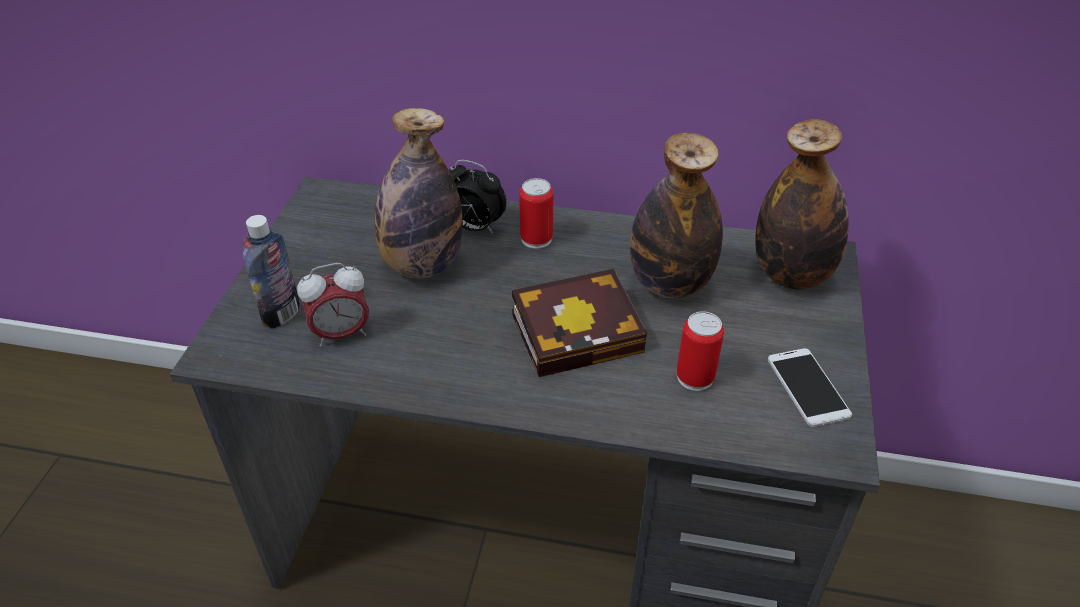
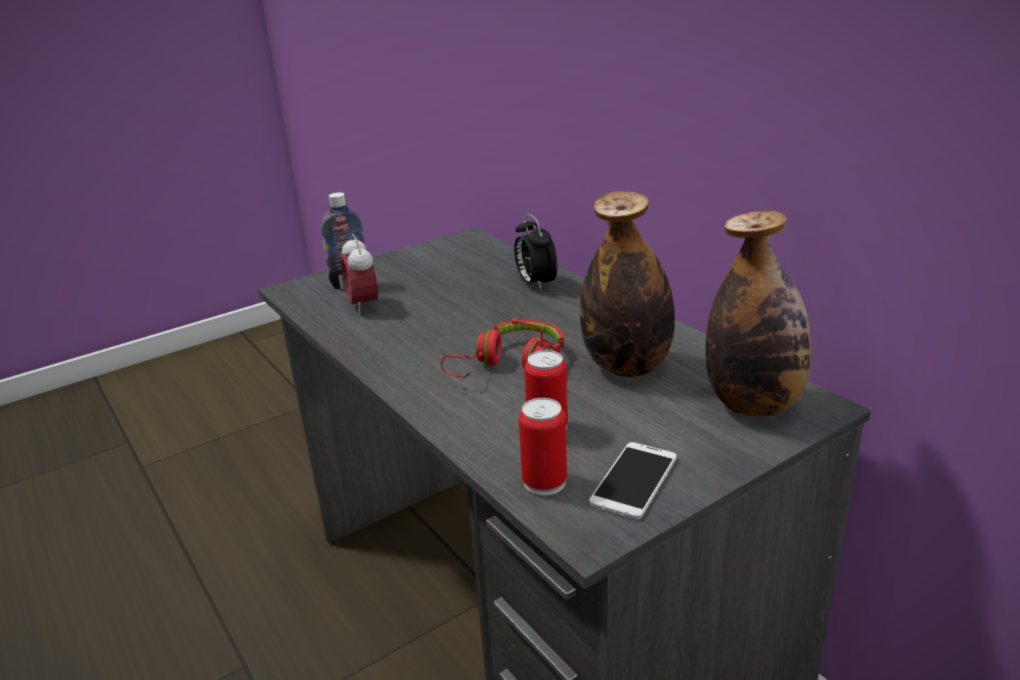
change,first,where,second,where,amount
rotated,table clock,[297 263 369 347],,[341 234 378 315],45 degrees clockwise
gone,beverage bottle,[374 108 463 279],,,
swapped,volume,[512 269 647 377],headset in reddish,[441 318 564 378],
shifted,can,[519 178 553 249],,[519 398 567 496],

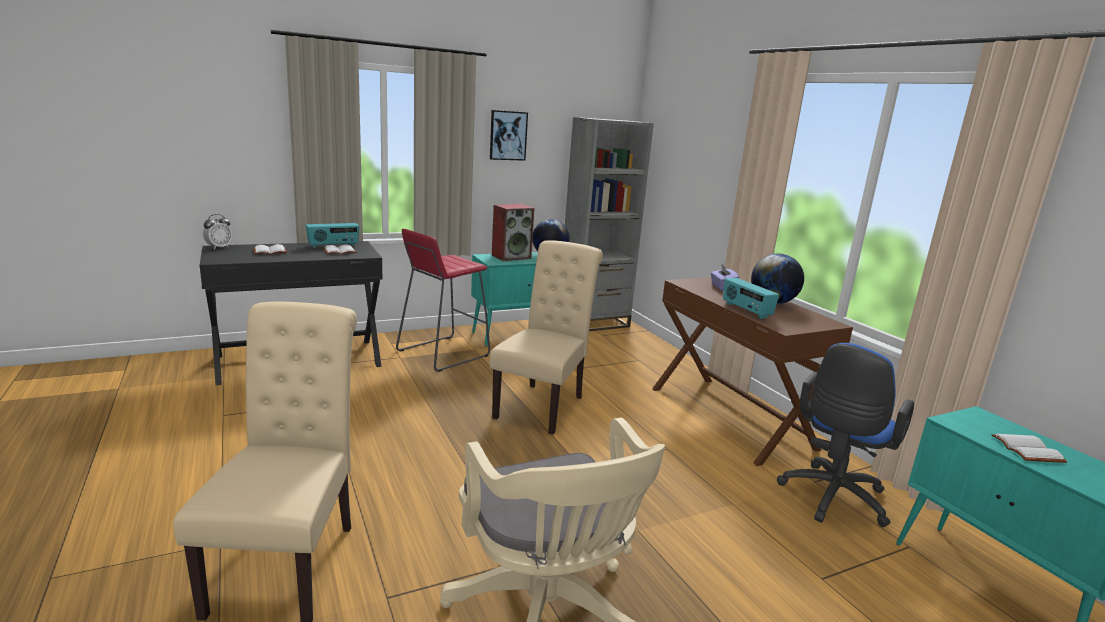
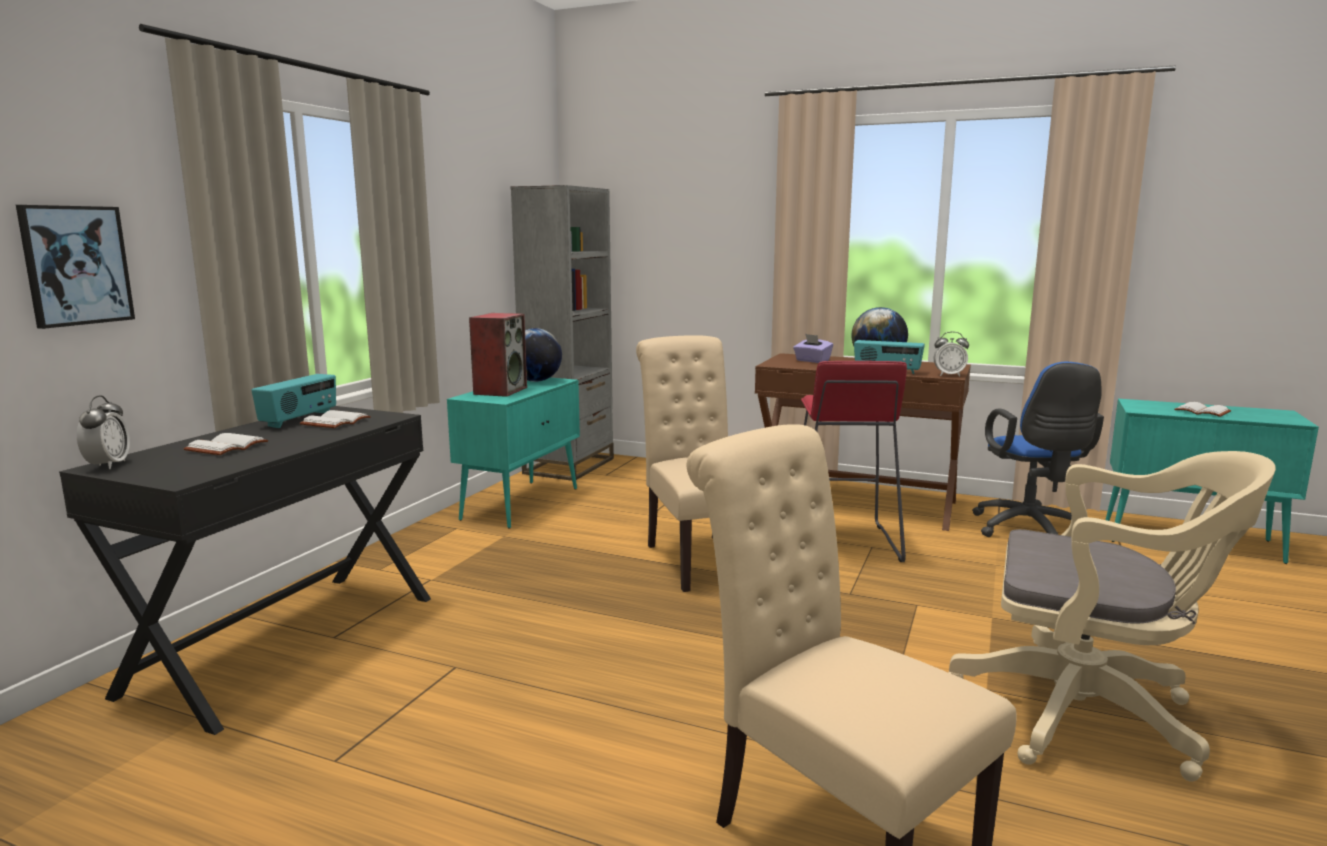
change,first,where,second,where,amount
shifted,sitting stool in reddish,[396 229 490 372],,[801 361 907 562],
shifted,wall picture,[490 110 528 161],,[16 205 135 329],
new,,,table clock,[934 332 969 377],

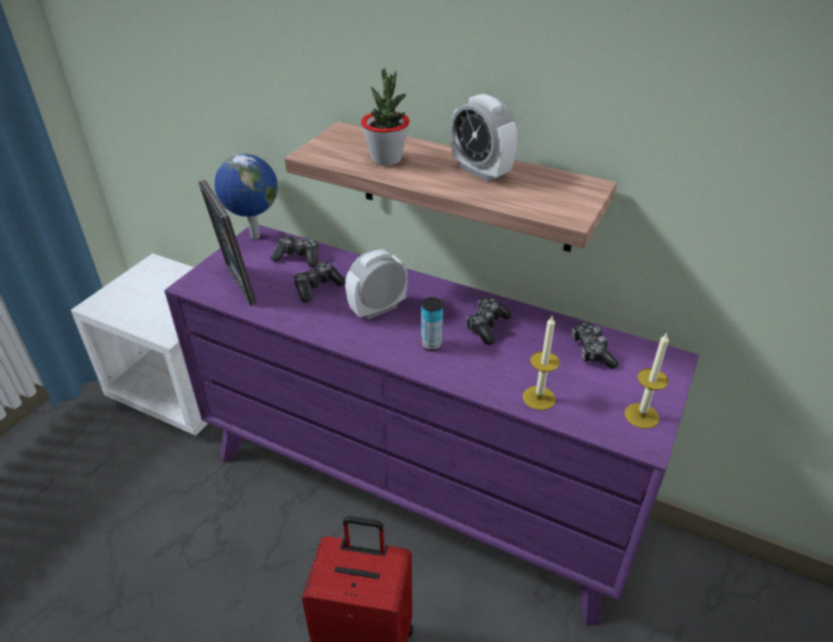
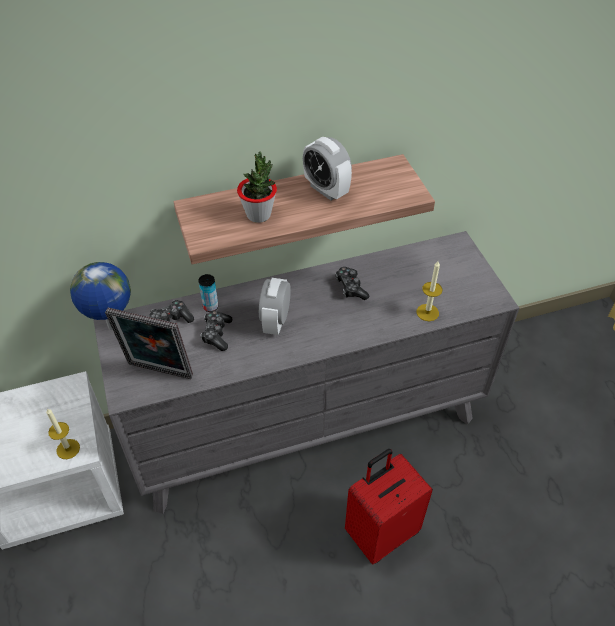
change,first,where,second,where,amount
repainted,drawer chest in purplish,[164 225 699 626],drawer chest in grey,[93 231 519 514],
shifted,can,[421 297 443 351],,[198 274 218 312],
rotated,table clock,[451 94 517 182],,[303 137 352 201],45 degrees clockwise
gone,gamepad,[572 322 619 369],,,
shifted,wax candle,[624 333 669 429],,[46 408 80 459],

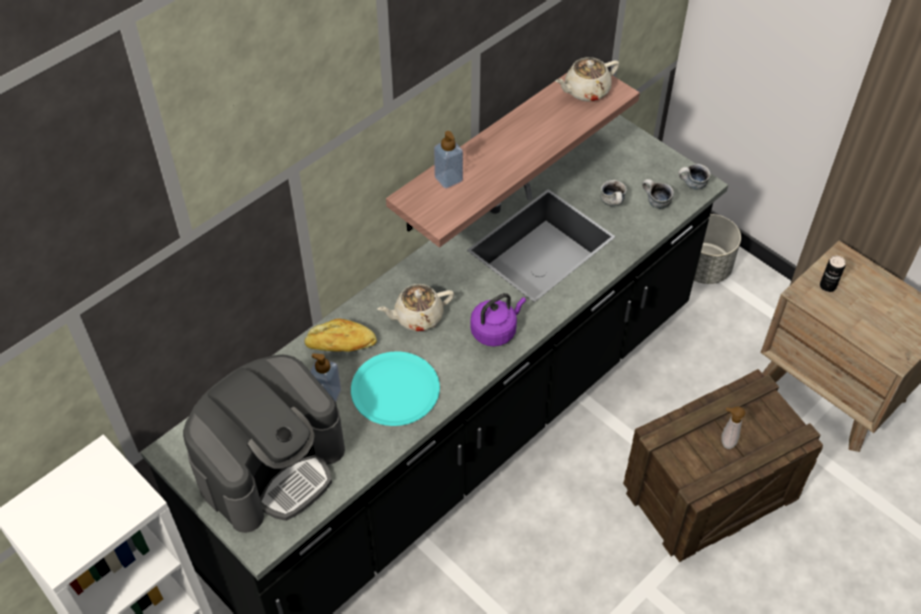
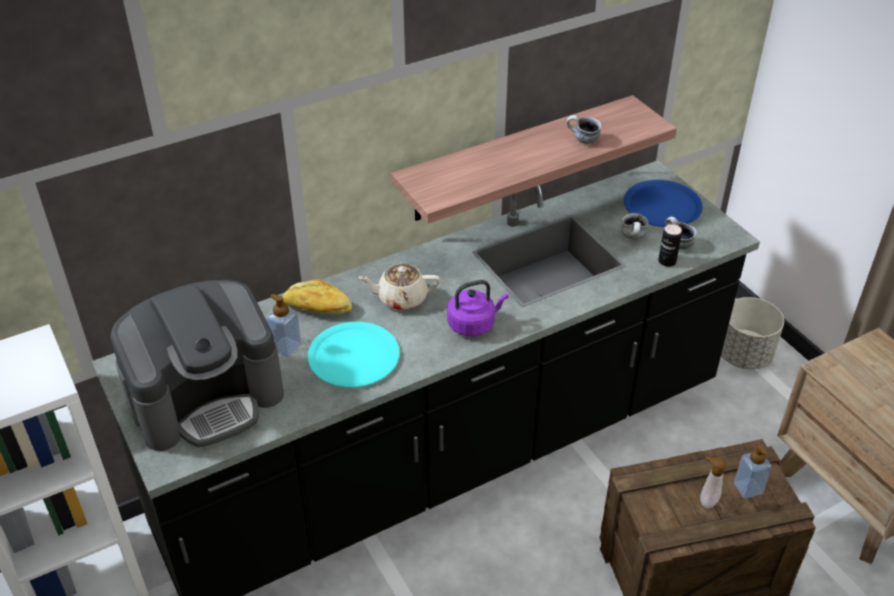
change,first,where,second,where,amount
shifted,soap dispenser,[434 131 463 189],,[734 444 772 498],
gone,teapot in beige-coloured,[555 57 619 102],,,
shifted,coffee mug,[678 164 711 190],,[566 115 602 144],
shifted,can,[820 256 846 292],,[658 224 682 267],
new,,,plate in blue-coloured,[624 180 703 227],

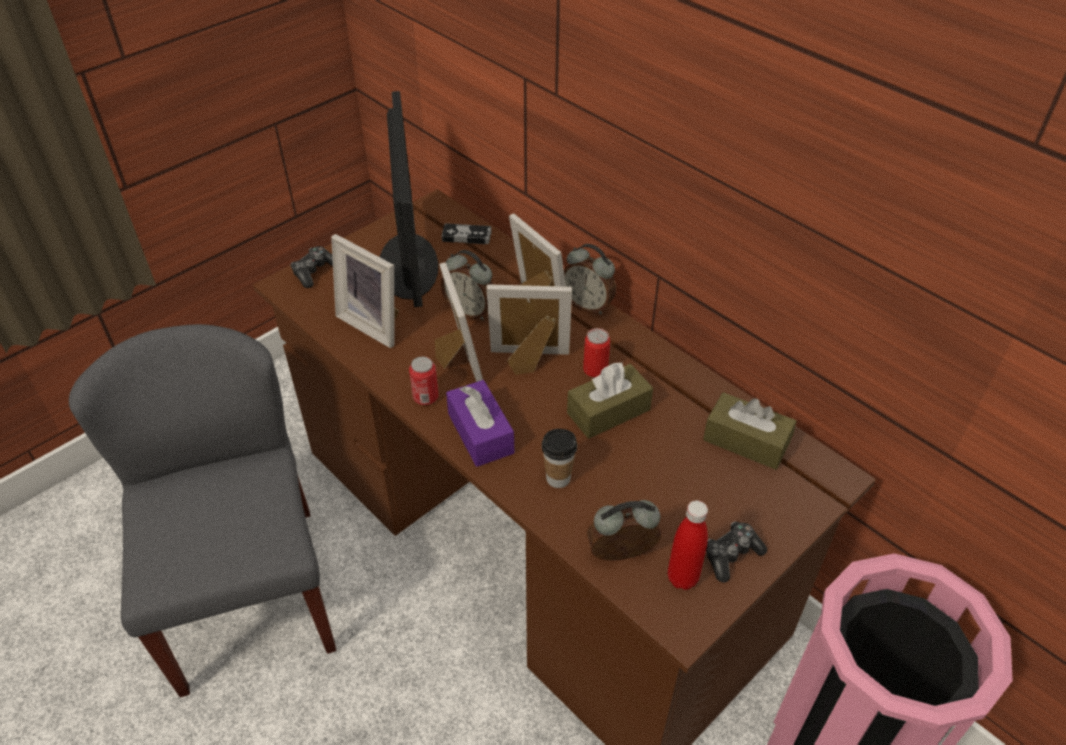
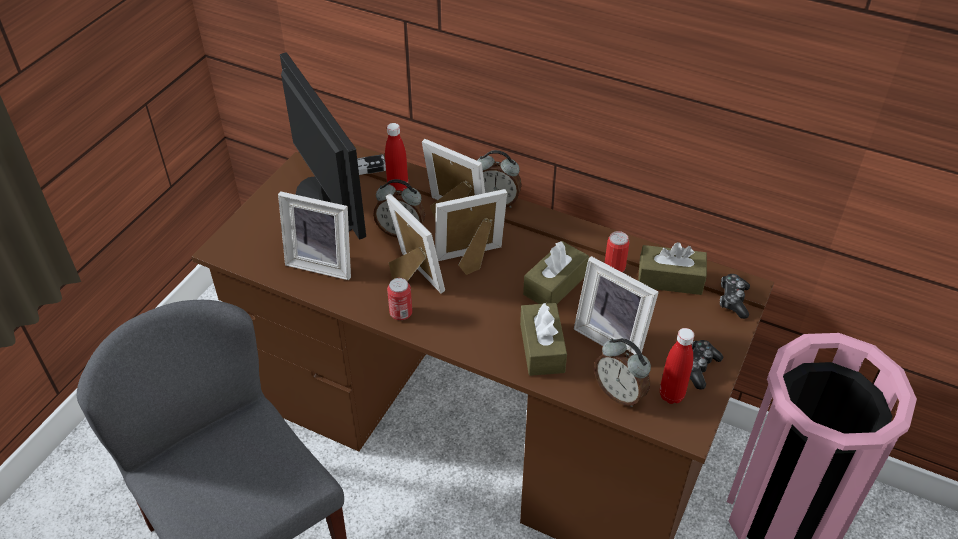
change,first,where,second,where,amount
shifted,gamepad,[290 246 333 288],,[720 274 750 319],
gone,tissue holder in purplish,[446 380 514 467],,,
swapped,drinking cup,[542 429 577 488],tissue holder in brown-coloured,[520 303 567 376],
shifted,can,[583 328 610 378],,[605 231 630 272],
rotated,table clock,[587 500 661 561],,[594 338 651 407],105 degrees counterclockwise
new,,,beverage bottle in reddish,[385 123 408 191],
new,,,standing frame,[574 256 659 354],

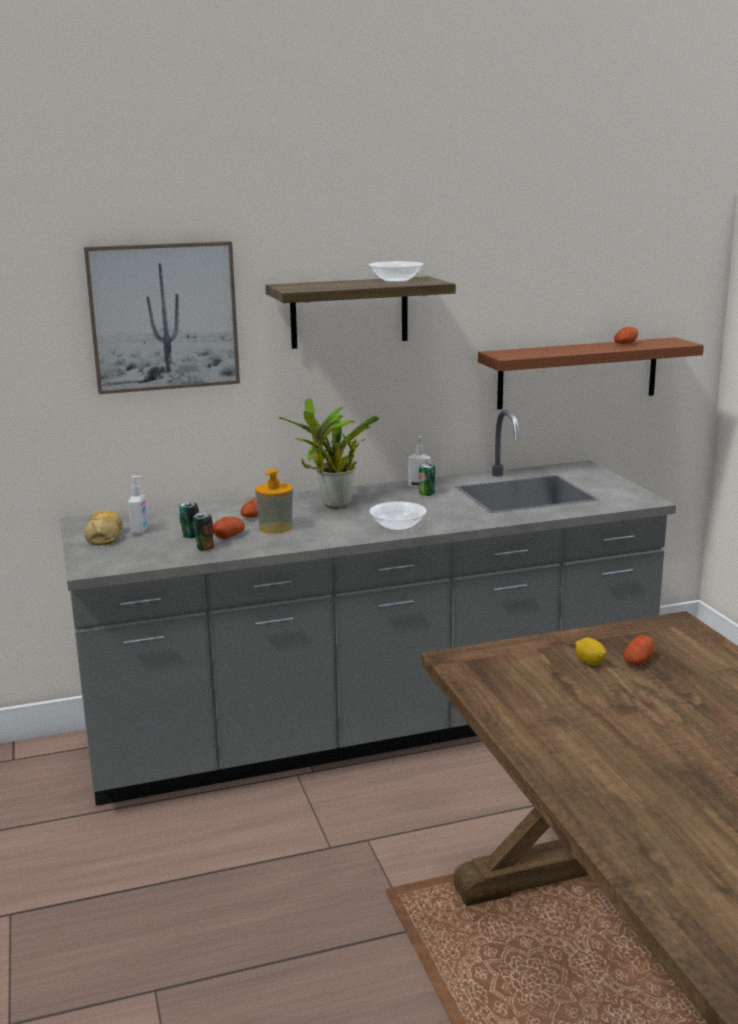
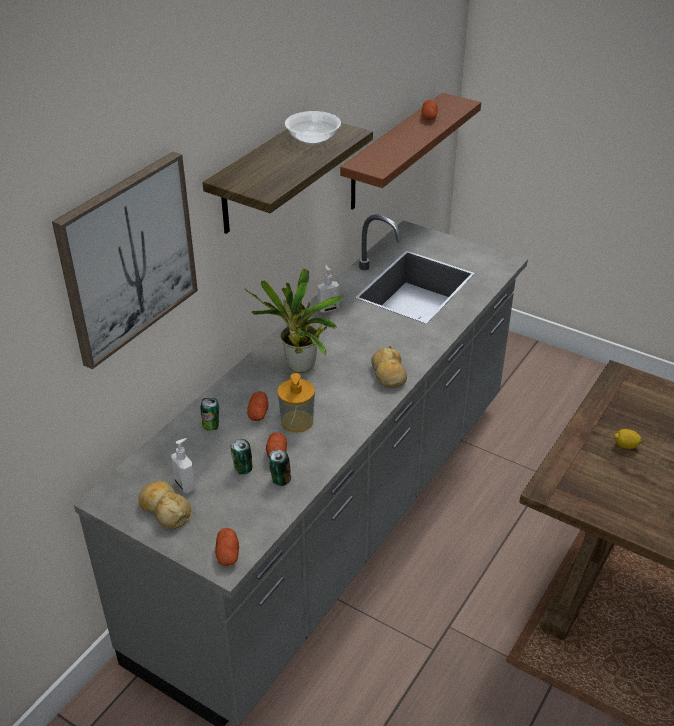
change,first,where,second,where,amount
swapped,serving bowl,[370 501 426 531],bakery bread,[371 346 407 388],
shifted,can,[419 463 435 496],,[200 398 219 431],
shifted,whole potato,[623 635 654 665],,[215 528 239 566],

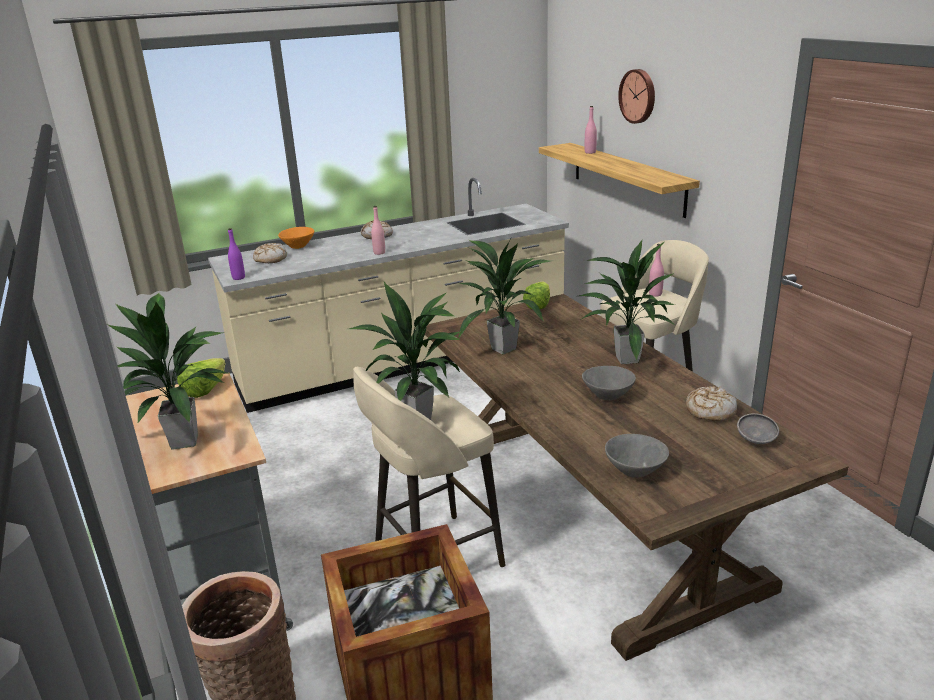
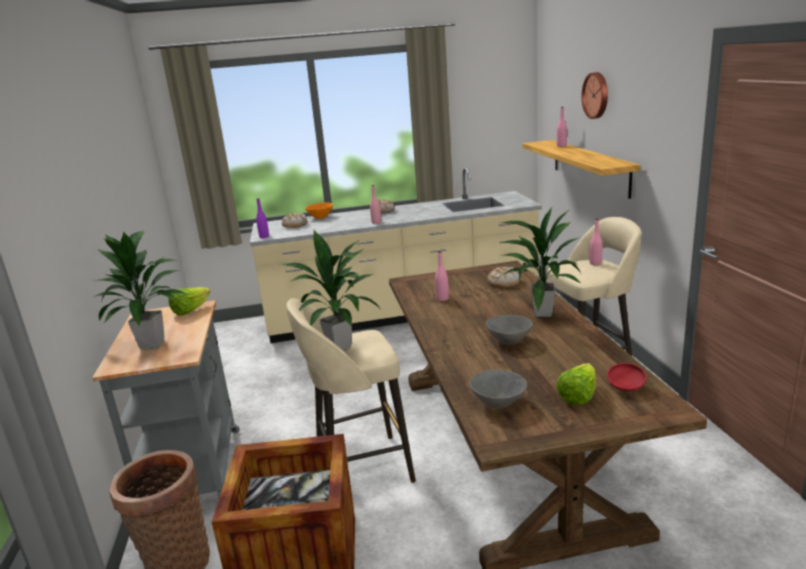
change,first,where,second,where,amount
swapped,houseplant,[458 239 552 354],beverage bottle in pink-coloured,[435 251 449 301],
shifted,lettuce,[523 282 550 310],,[556 363 596 405],
shifted,bakery bread,[686 386 737 421],,[488 266 521 287],
repainted,serving bowl in grey,[737 413 779 444],serving bowl in reddish,[607 363 647 391],

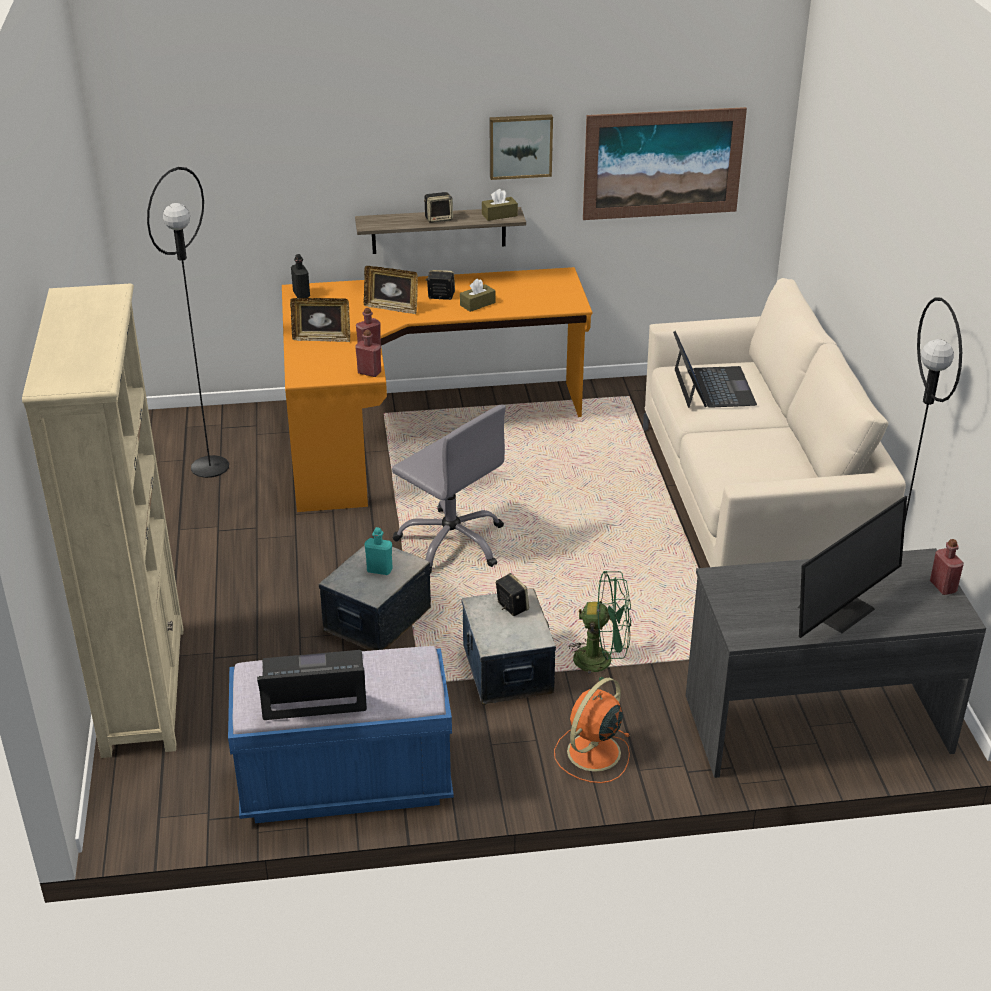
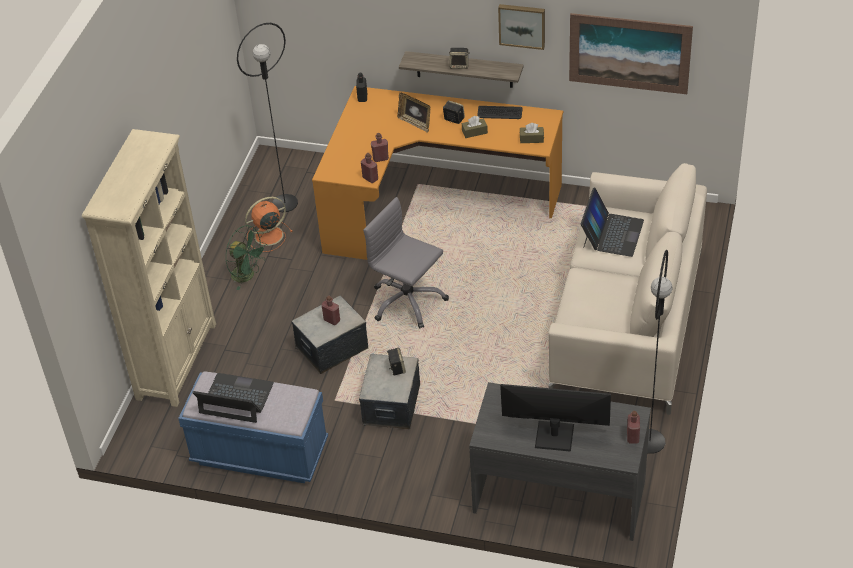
change,first,where,second,where,amount
gone,standing frame,[290 298 350 342],,,
repainted,beverage bottle in turquoise-coloured,[365 527 393 575],beverage bottle in reddish,[321 296 340 325],
rotated,office chair in grey,[392 404 506 574],,[363 197 449 329],150 degrees clockwise
shifted,tissue holder in brown-coloured,[482 189 518 221],,[520 123 544 143],
shifted,fan in orangey,[554 678 630 783],,[245 197 293 252],
shifted,fan in greenish,[569 571 631 681],,[225 225 267 290],
rotated,monitor,[798 496 907 638],,[500 384 611 452],150 degrees counterclockwise
new,,,keyboard,[477 106 522 119],

